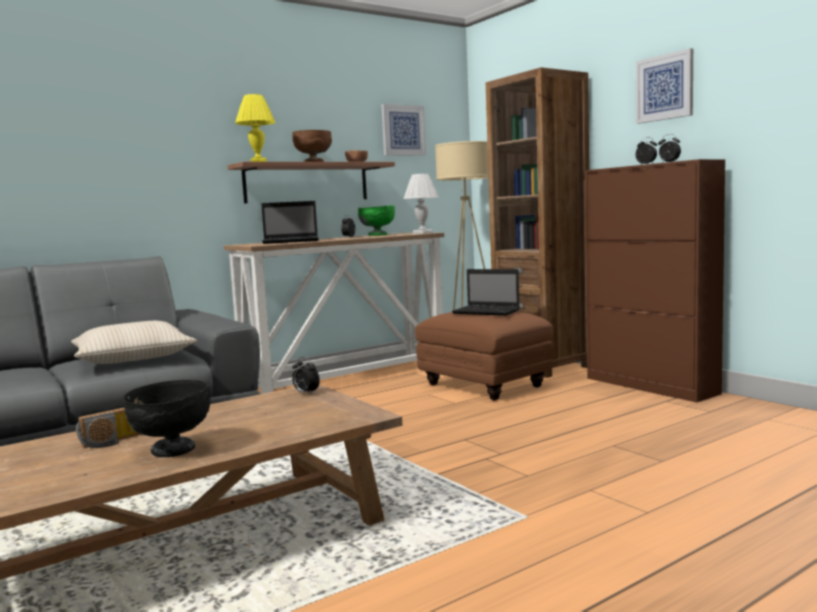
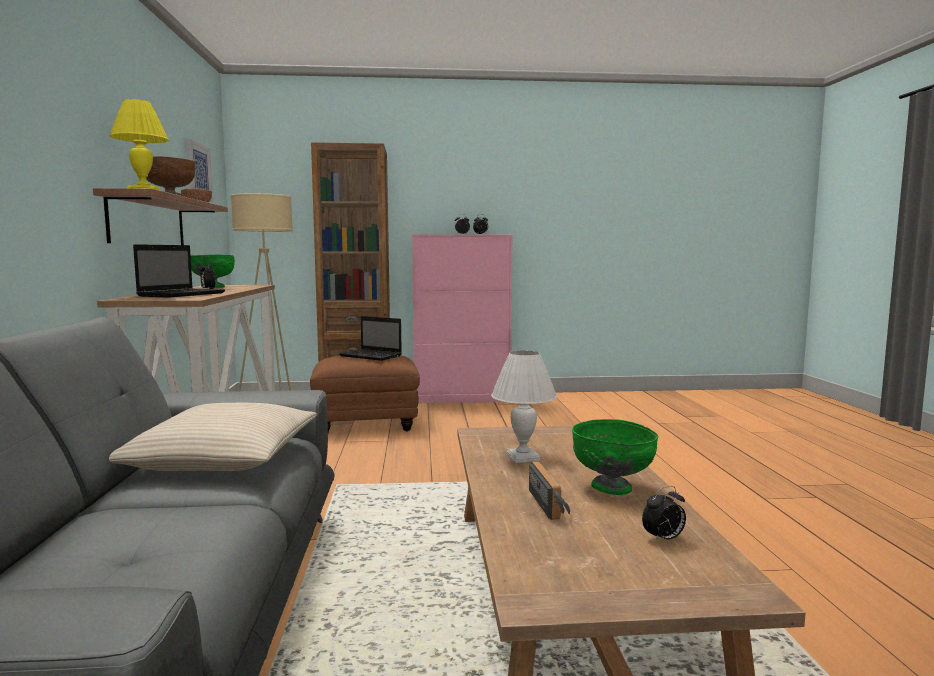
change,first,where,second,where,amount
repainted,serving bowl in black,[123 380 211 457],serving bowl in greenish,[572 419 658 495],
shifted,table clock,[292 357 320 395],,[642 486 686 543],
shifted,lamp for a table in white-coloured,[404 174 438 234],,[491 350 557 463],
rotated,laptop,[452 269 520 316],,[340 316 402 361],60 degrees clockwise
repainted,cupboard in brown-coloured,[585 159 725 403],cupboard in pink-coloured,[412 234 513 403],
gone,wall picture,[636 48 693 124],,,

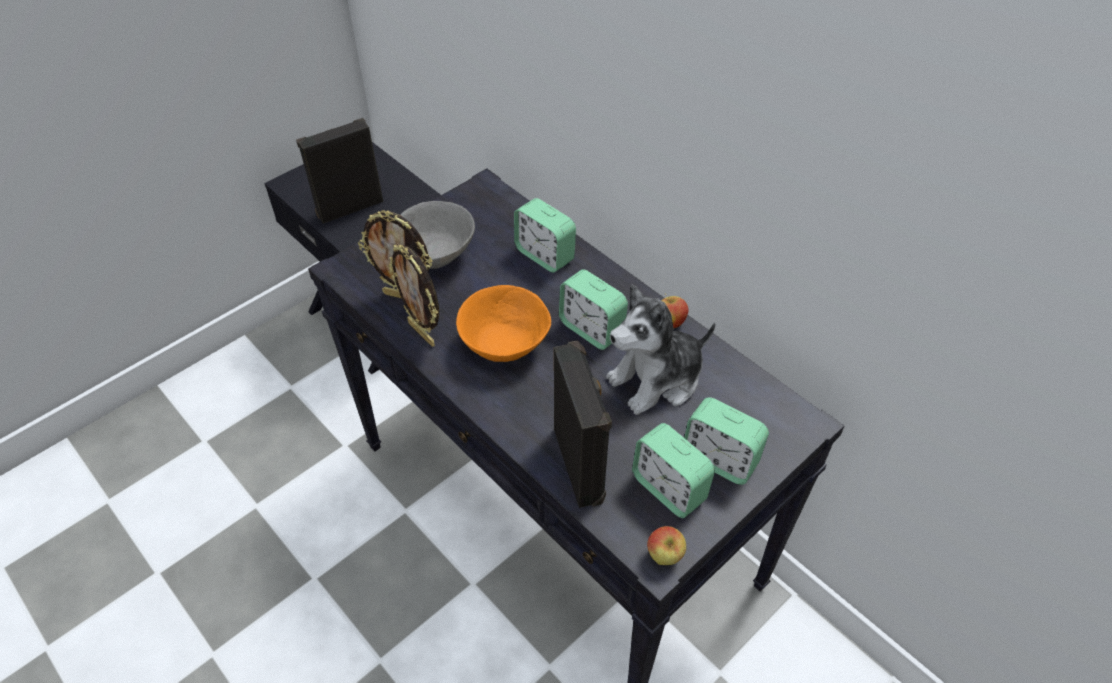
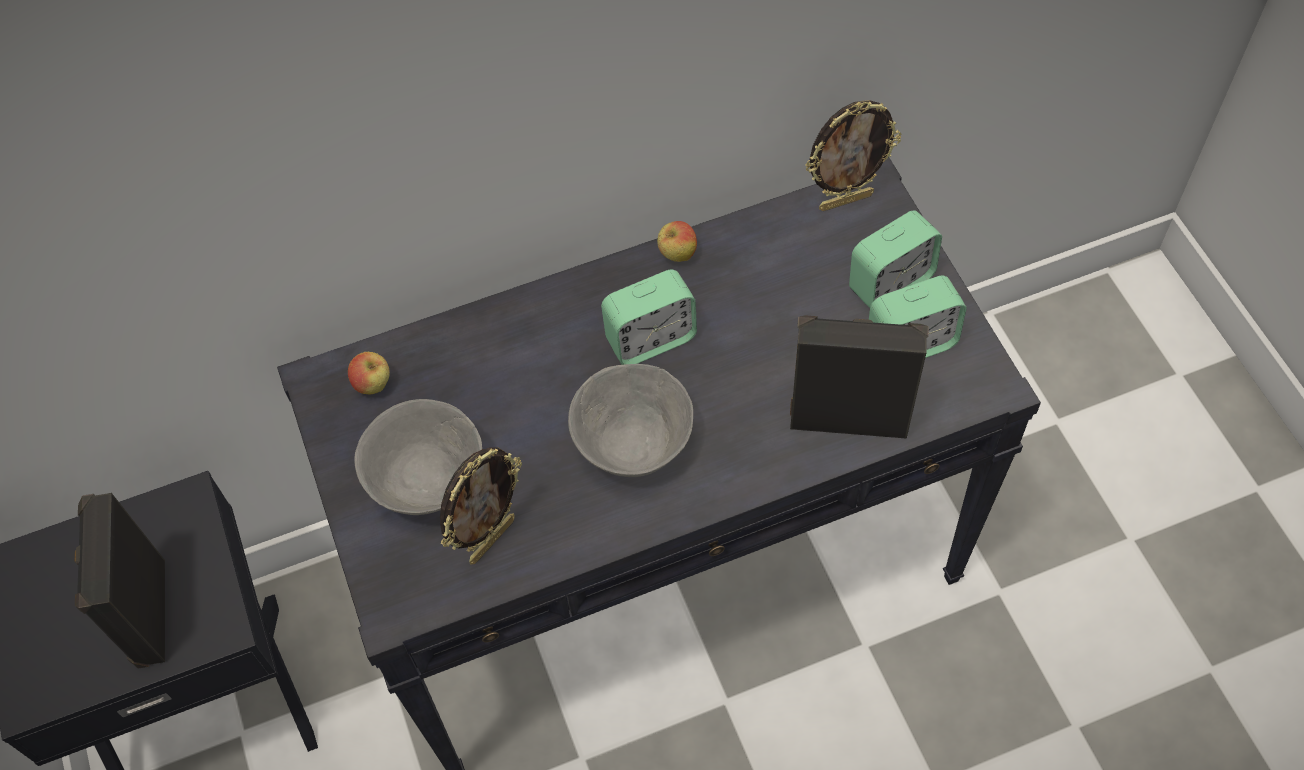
change,first,where,second,where,amount
shifted,standing frame,[388 244 439 347],,[805 100 901 211],
repainted,serving bowl in orangey,[456 285 551 362],serving bowl in grey,[568 364 693 477],
gone,table clock,[514 198 576 273],,,
gone,soft toy,[606 285 716 415],,,
shifted,apple,[647 526 686 565],,[348 352 390 394],

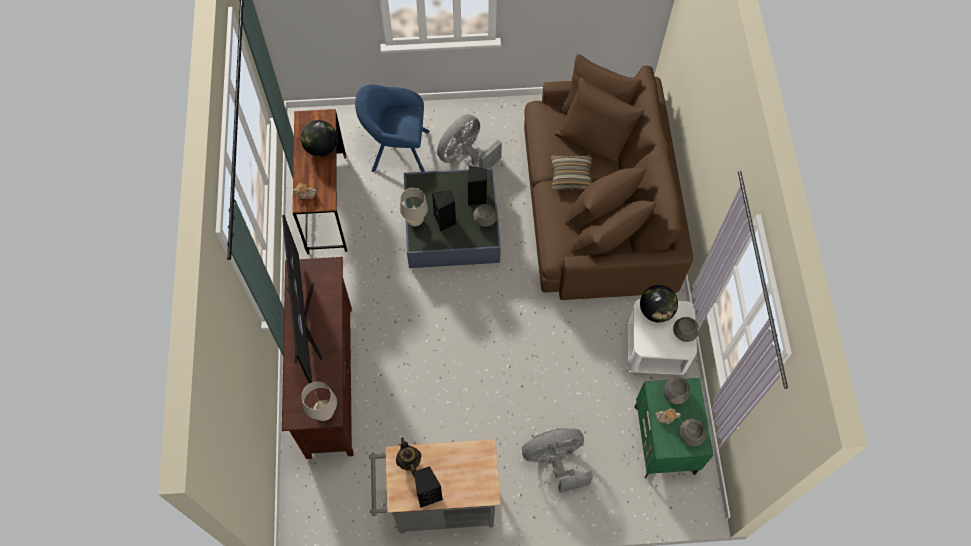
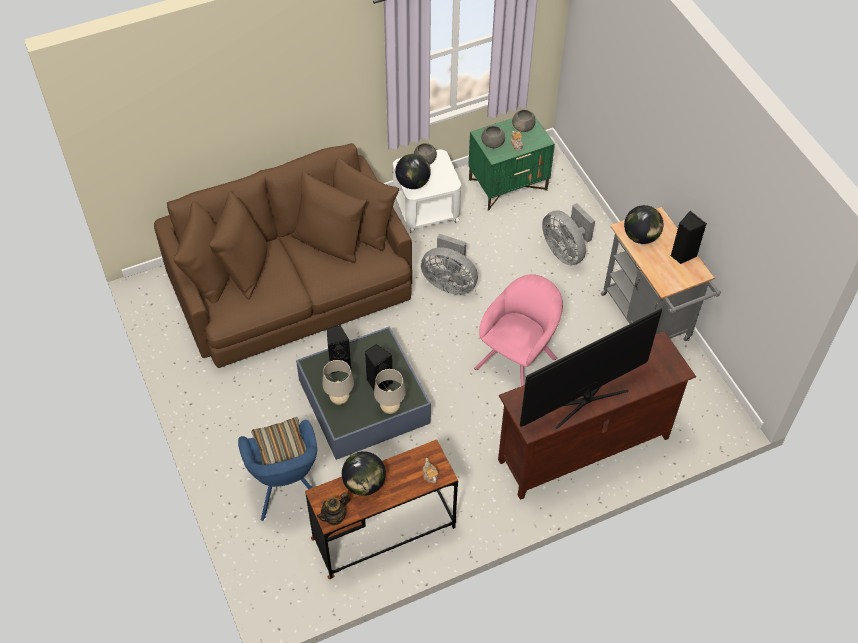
change,first,where,second,where,amount
shifted,lamp for a table in beige-coloured,[301 381 337 421],,[323 360 354 405],
shifted,teapot,[396 438 421 477],,[317 492 350 526],
shifted,fan in grey,[437 114 502 168],,[421 234 478 295],
gone,serving bowl in grey,[473 204 497 227],,,
shifted,cushion,[551 155 592 190],,[251 417 307 465],
new,,,easy chair in pink-coloured,[474 274 563 386],
new,,,globe,[624 205 664 244],

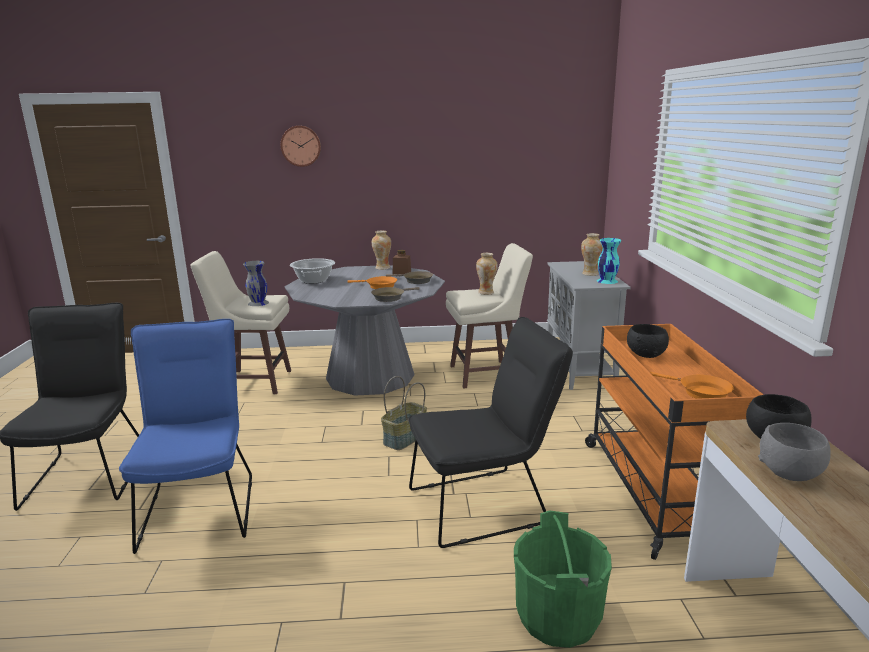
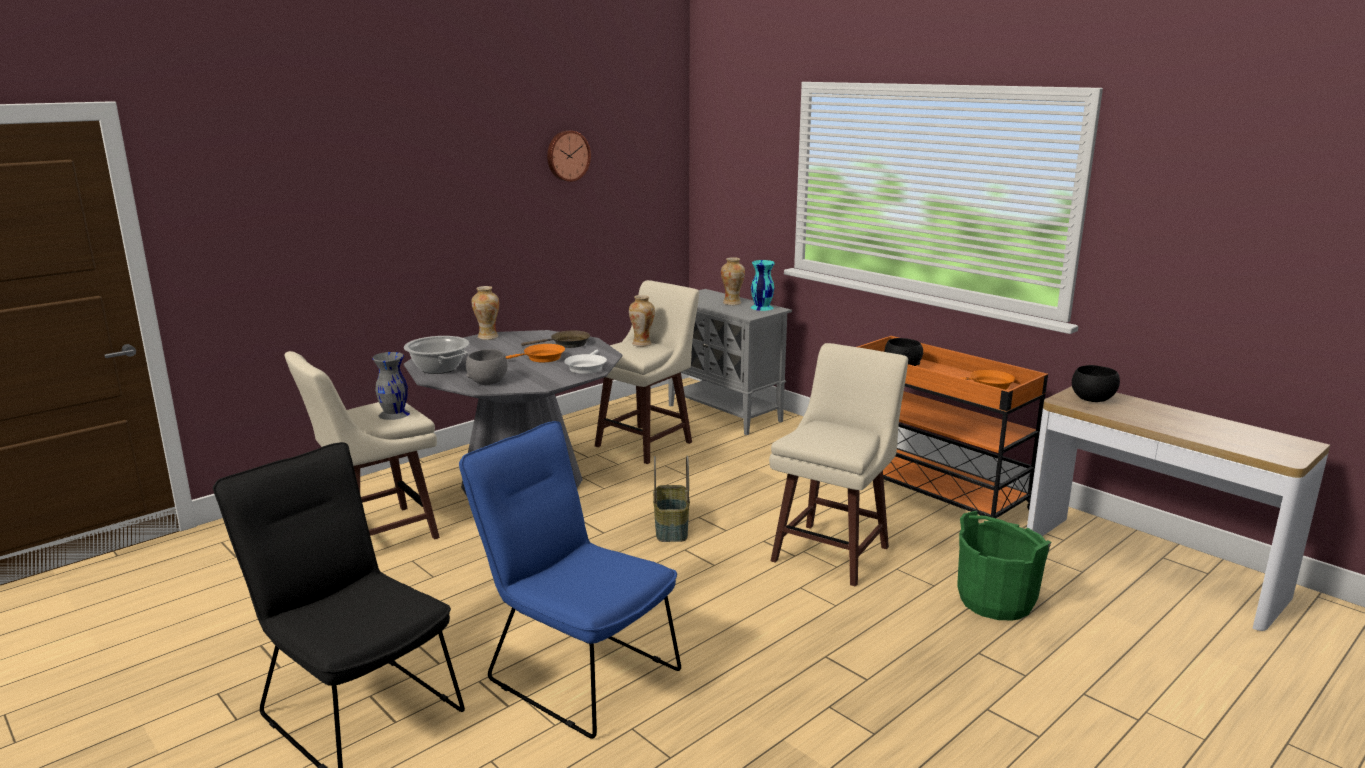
change,first,where,second,where,amount
shifted,clock on the wall,[281 126 321 167],,[547 130 591 182],
repainted,skillet in brown-coloured,[371 287 420 302],skillet in white-coloured,[564 350 607 374],
gone,storage jar in brown-coloured,[393 250 411 274],,,
swapped,chair in black,[409 317 573 548],sitting stool in beige-coloured,[769 343 908 587],
shifted,serving bowl in grey,[758 423 831 481],,[466 349 508 385],

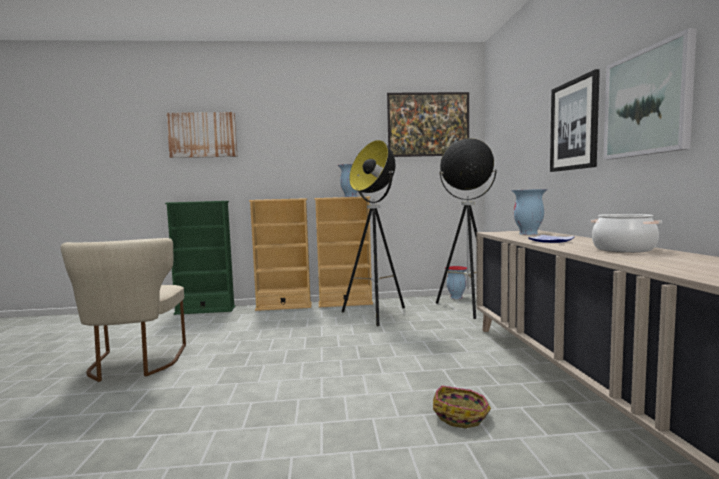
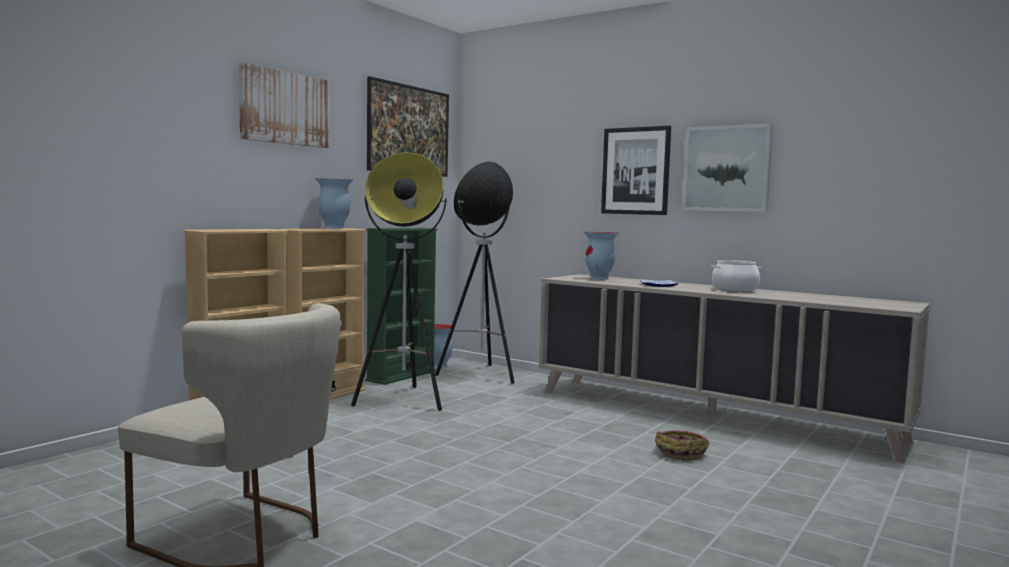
change,first,where,second,where,amount
shifted,shelving unit in greenish,[165 201 235 315],,[366 228 438 385],
shifted,wall picture,[166 112 238 158],,[239 63 330 148],

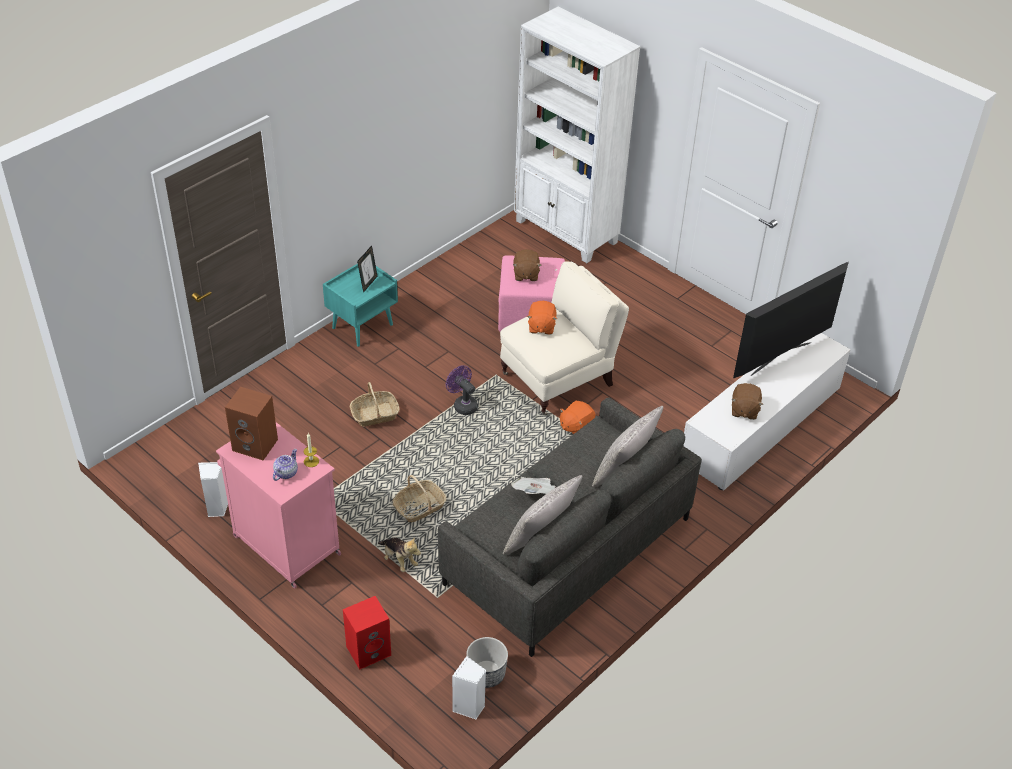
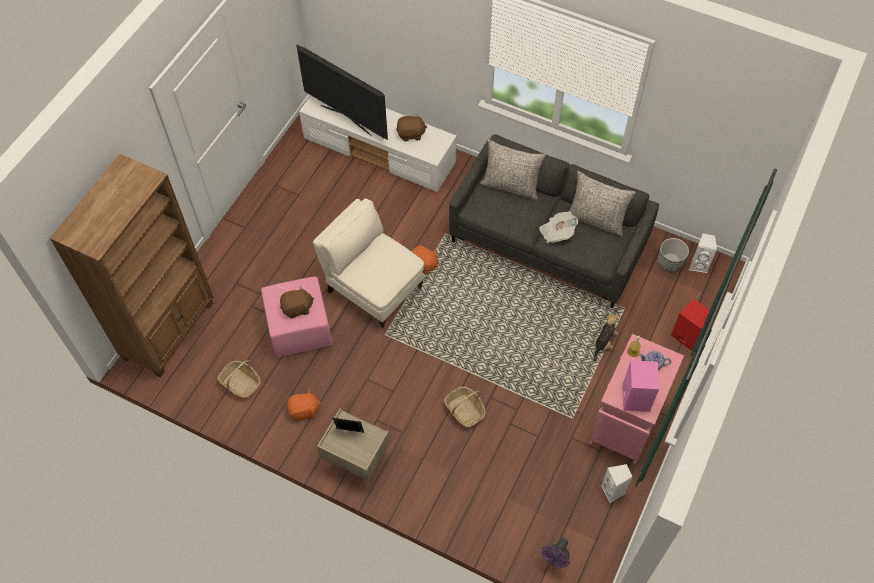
change,first,where,second,where,amount
repainted,loudspeaker in brown-coloured,[225 387 278 460],loudspeaker in pink-coloured,[623 360 659 412],
repainted,night table in turquoise-coloured,[323 263 398 347],night table in beige-coloured,[317 408 390 486],
shifted,basket,[393 475 446 522],,[218 360 260 398],
shifted,fan in purplish,[446 365 478 415],,[541 537 569 568],
repainted,shelving unit in white-coloured,[514 7 641 263],shelving unit in brown-coloured,[49 154 213 377],
shifted,soft toy in orangey,[527 301 557 335],,[287 390 321 421],

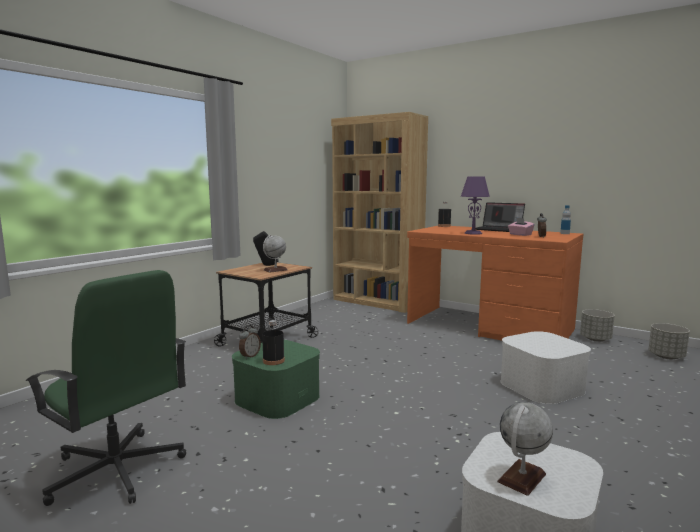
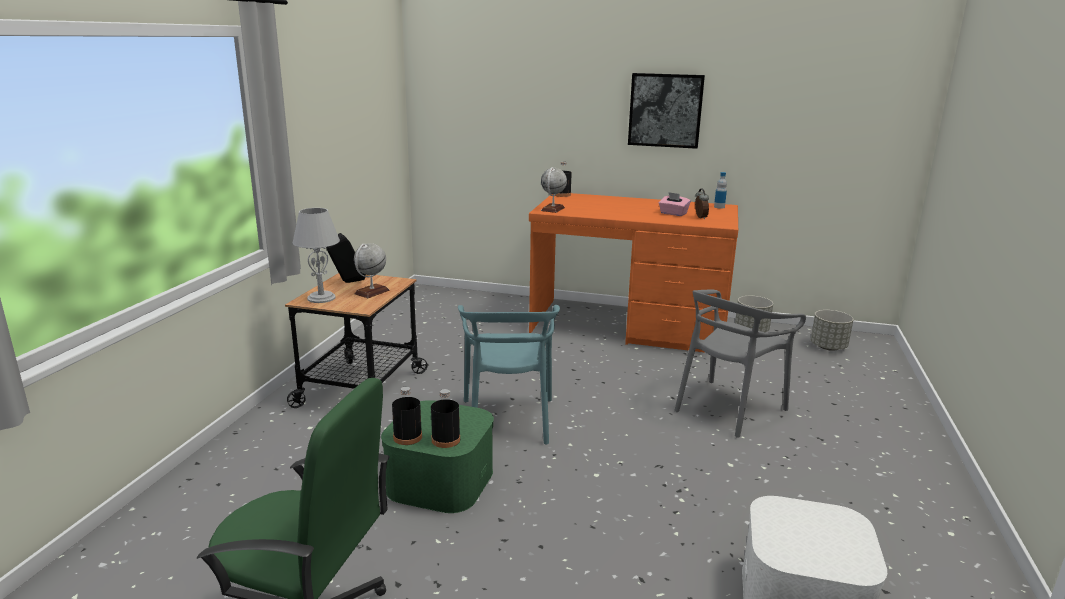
change,first,where,second,where,amount
swapped,table clock,[239 325 261 359],beverage bottle in black,[392 387 422 445],
gone,shelving unit in brown-coloured,[331 112 428 313],,,
gone,lamp for a table in purplish,[461 177 490 235],,,
gone,laptop,[475 202 525 232],,,
shifted,globe,[497 402 553 496],,[541 167 567 213],
swapped,storage box in white-coloured,[500 331 591 404],chair in grey,[674 289 806 438],
new,,,lamp for a table in grey,[292 208 340 303],
new,,,chair in turquoise-coloured,[458 305 560 445],
new,,,wall picture,[628 73 705 149],

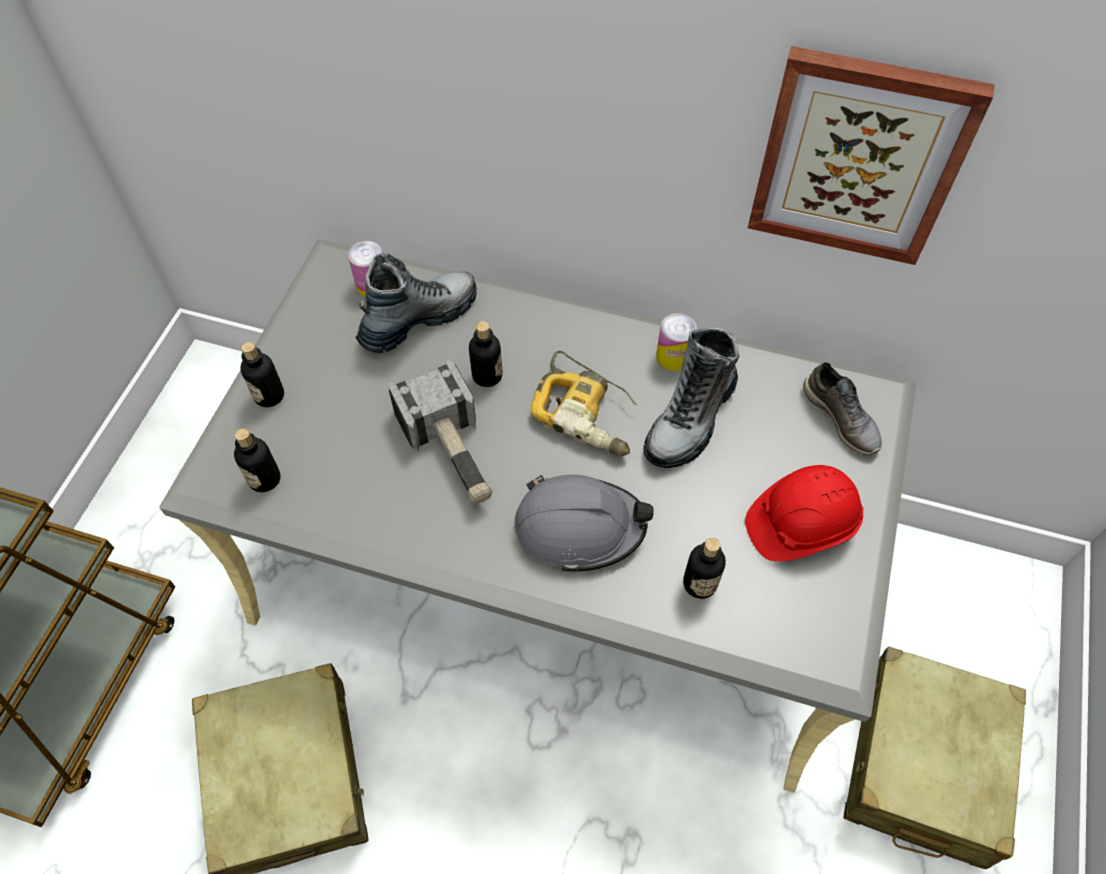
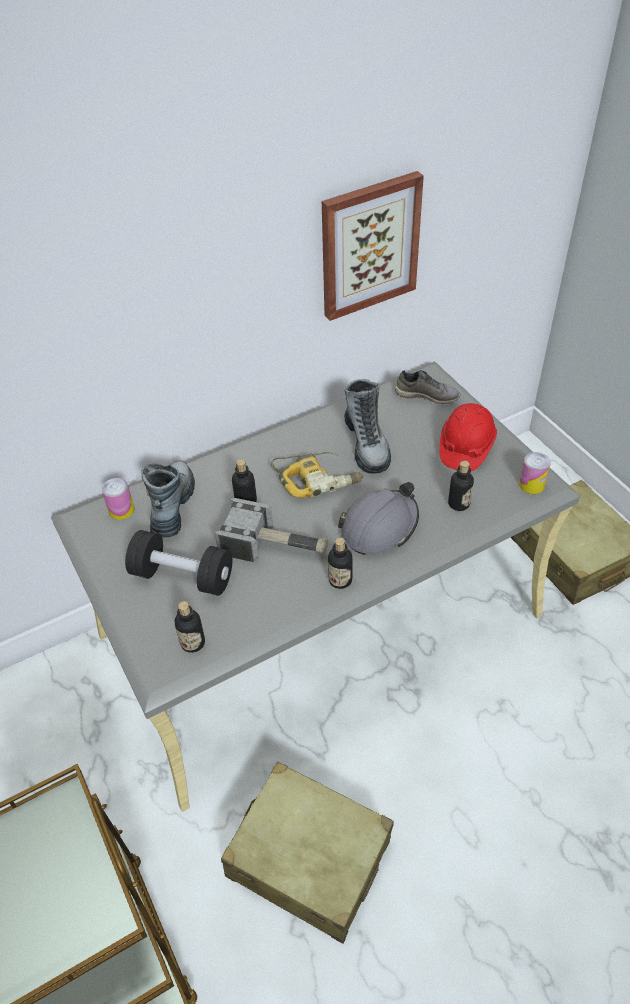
change,first,where,second,where,amount
shifted,beverage bottle,[240 342 284 407],,[328 538 352 589],
shifted,can,[656 313 697 371],,[519 452 551 494],
new,,,free weight in black,[125 530 232 596],

